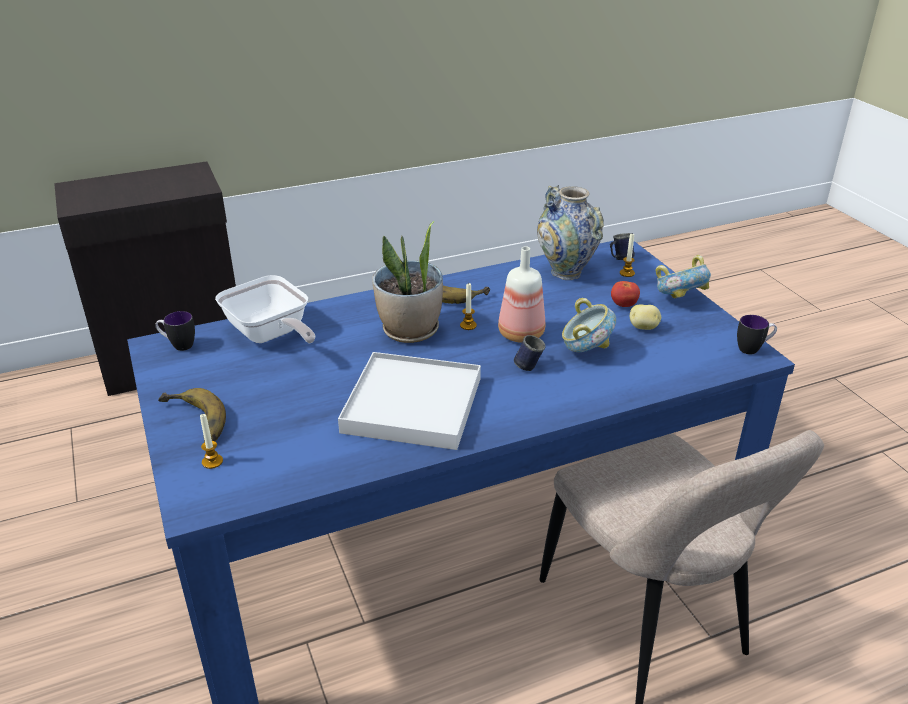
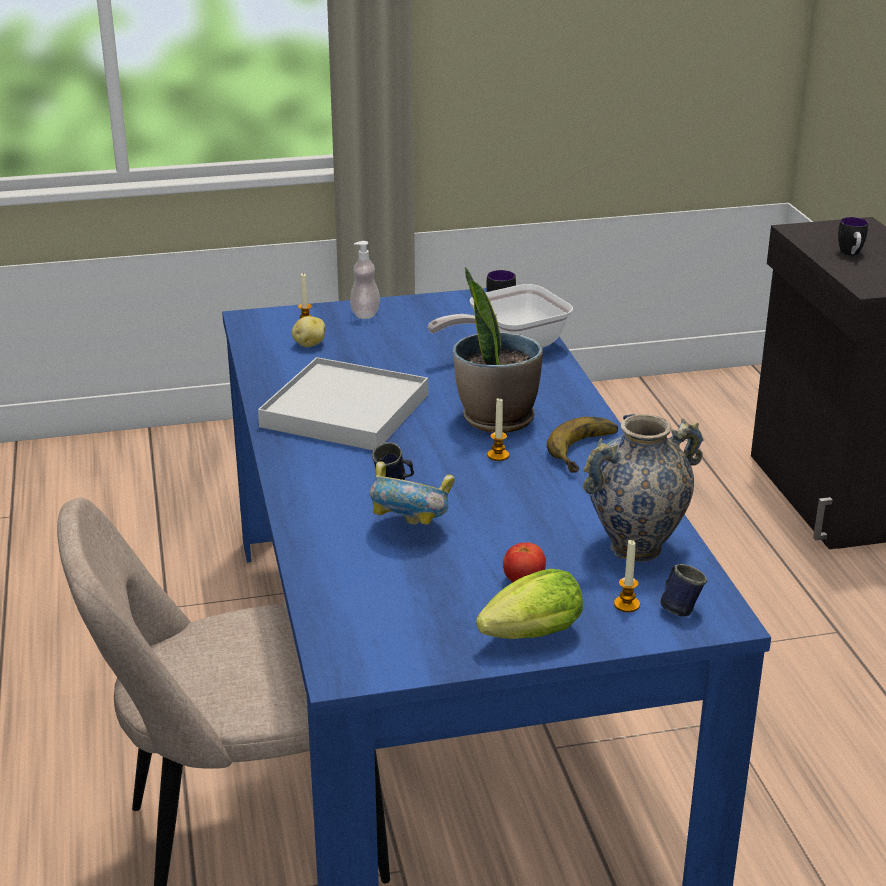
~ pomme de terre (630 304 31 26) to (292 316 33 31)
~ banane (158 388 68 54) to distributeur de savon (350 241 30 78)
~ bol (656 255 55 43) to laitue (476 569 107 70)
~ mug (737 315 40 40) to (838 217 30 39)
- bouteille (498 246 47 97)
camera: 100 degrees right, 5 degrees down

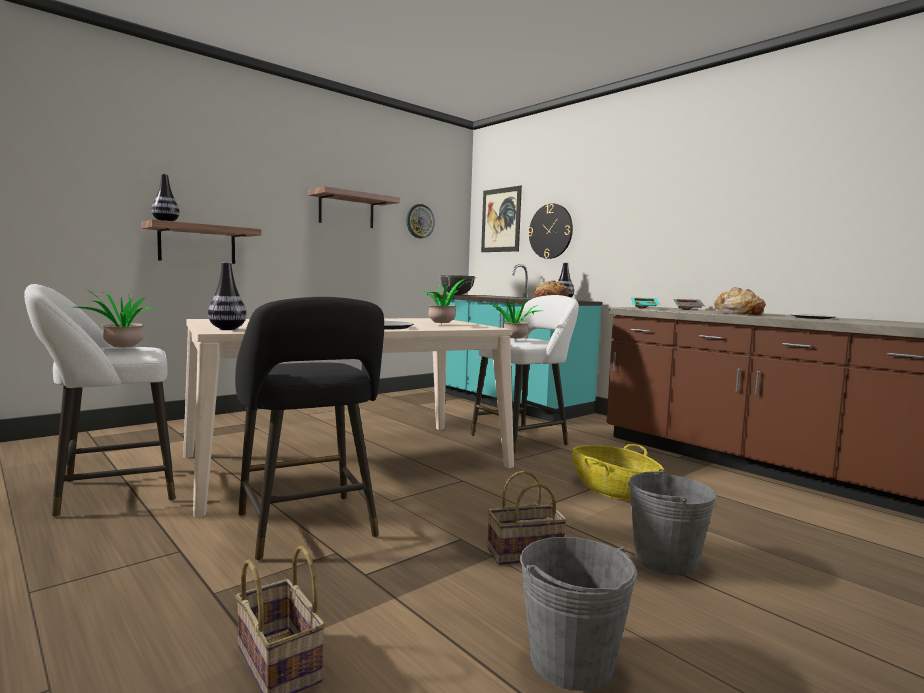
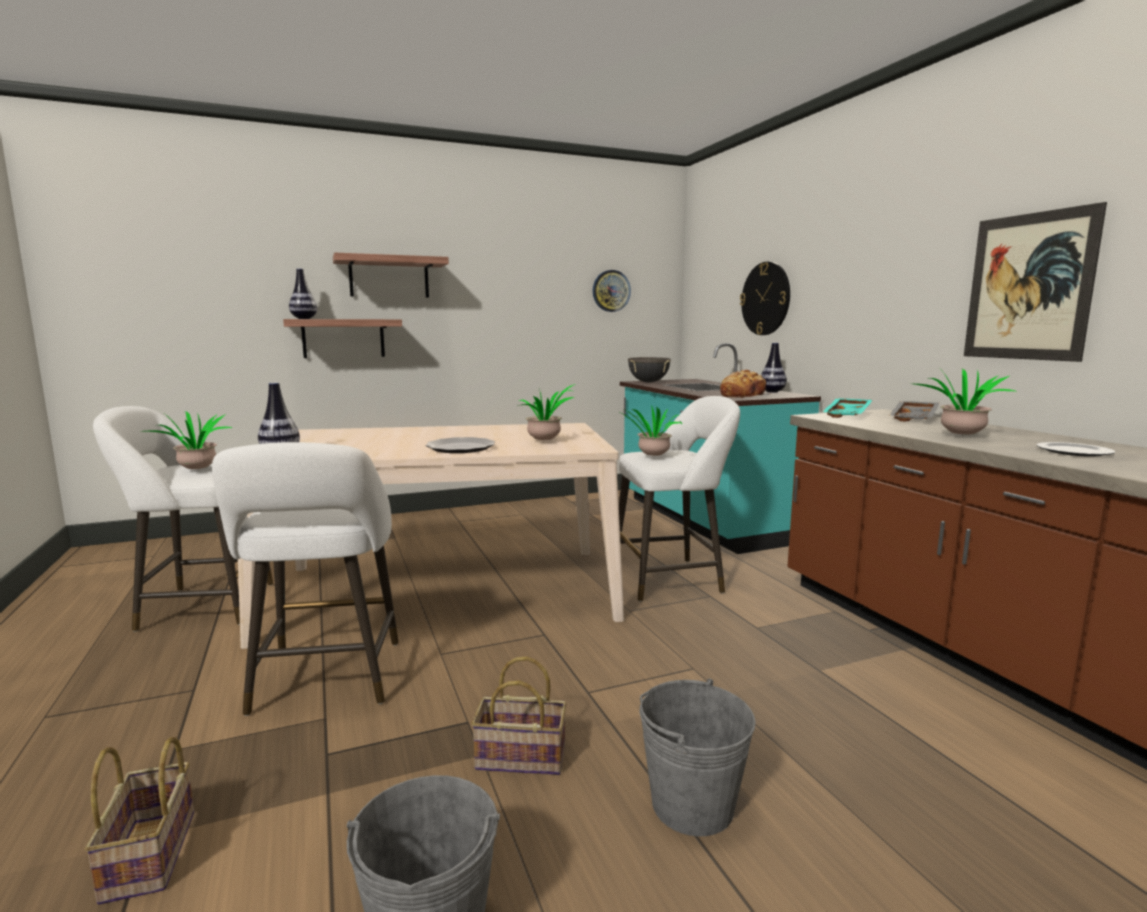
~ tabouret (noir) (235 297 149 264) to tabouret (blanc) (212 442 187 274)
~ étagère (308 186 92 42) to (333 252 116 46)
~ pain (714 287 52 28) to plante en pot (915 368 102 68)
~ tableau (481 186 41 66) to (964 202 143 160)
- panier (572 444 92 57)
camera: 20 degrees right, 5 degrees up

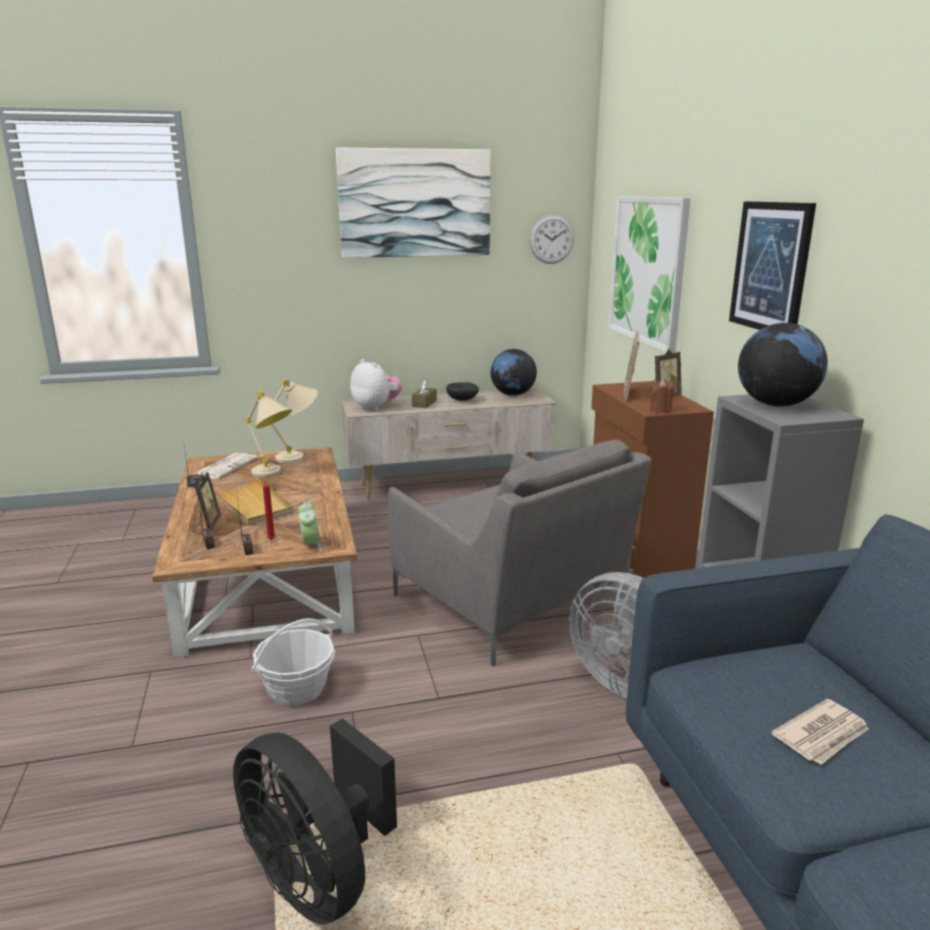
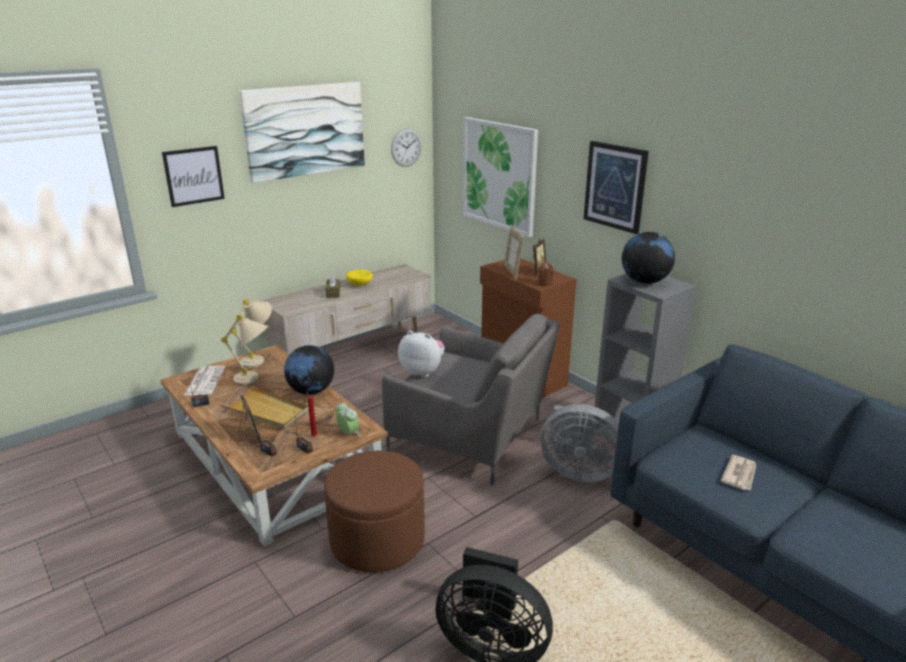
+ tableau (162 146 63 61)
~ globe (491 349 46 47) to (284 345 50 50)
~ panier (252 618 83 88) to pouf (marron) (324 451 101 121)
~ bol (noir) (446 382 33 19) to bol (jaune) (346 269 27 17)
~ peluche (350 359 52 52) to (398 330 47 48)
camera: 25 degrees left, 5 degrees up

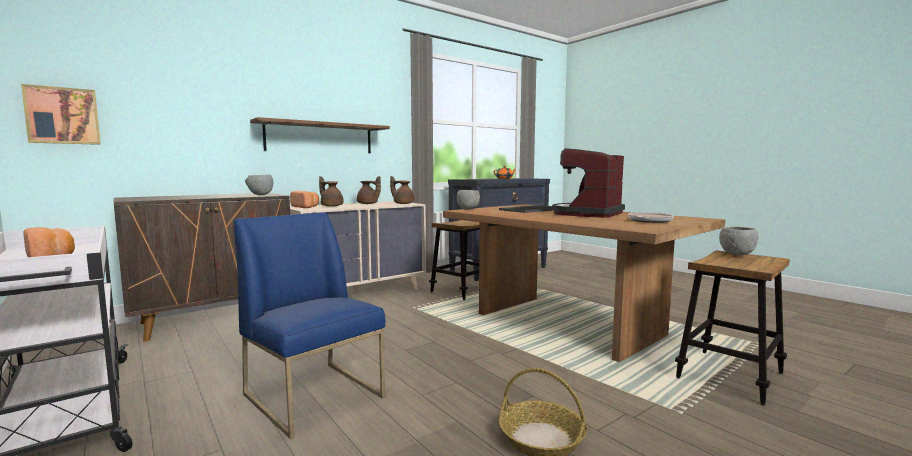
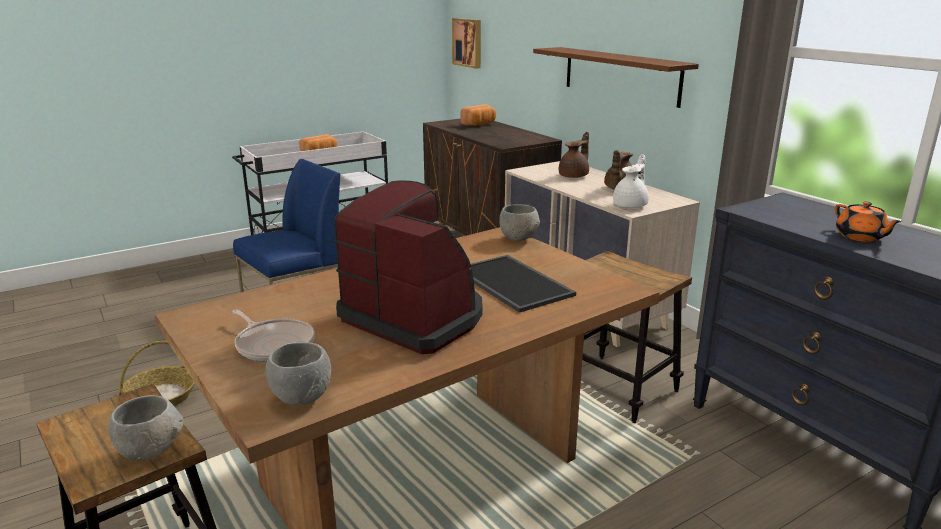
~ bol (gris) (245 175 28 20) to (265 342 66 64)
~ pain (290 191 29 17) to (460 104 36 22)
~ théière (marron) (390 176 24 28) to théière (blanc) (613 154 36 54)
camera: 95 degrees right, 15 degrees up

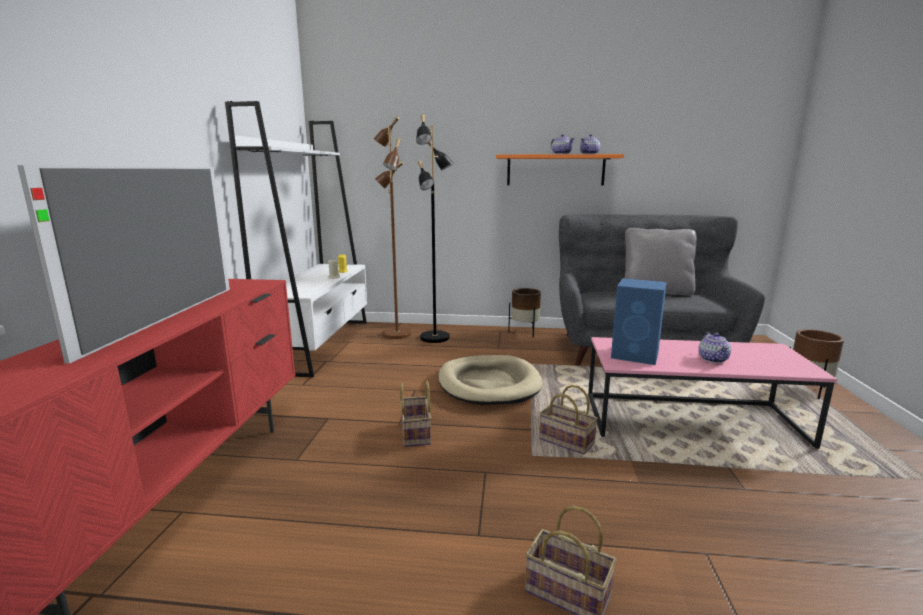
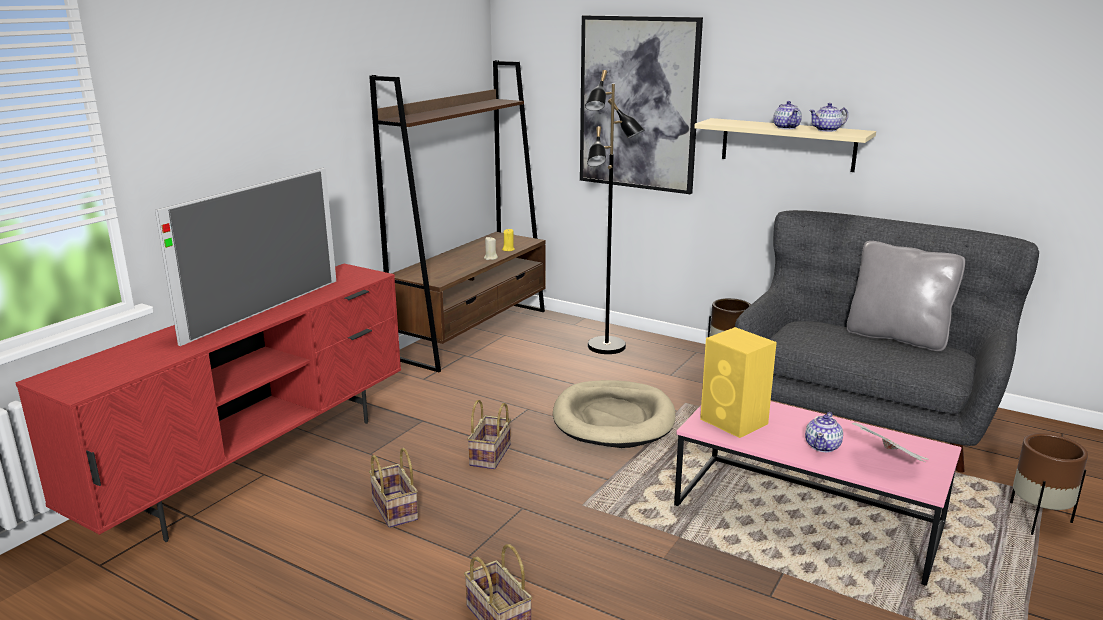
~ bibliothèque (blanc) (225 101 142 276) to bibliothèque (marron) (369 60 177 312)
~ panier (539 385 59 70) to (369 448 49 80)
+ tableau (580 15 123 179)
~ étagère (orange) (496 154 128 32) to étagère (beige) (694 118 182 54)
~ enceinte (bleu) (611 278 56 87) to enceinte (jaune) (700 327 77 111)
+ journal (852 423 77 39)
- lampadaire (marron) (374 116 38 223)
camera: 25 degrees right, 5 degrees up

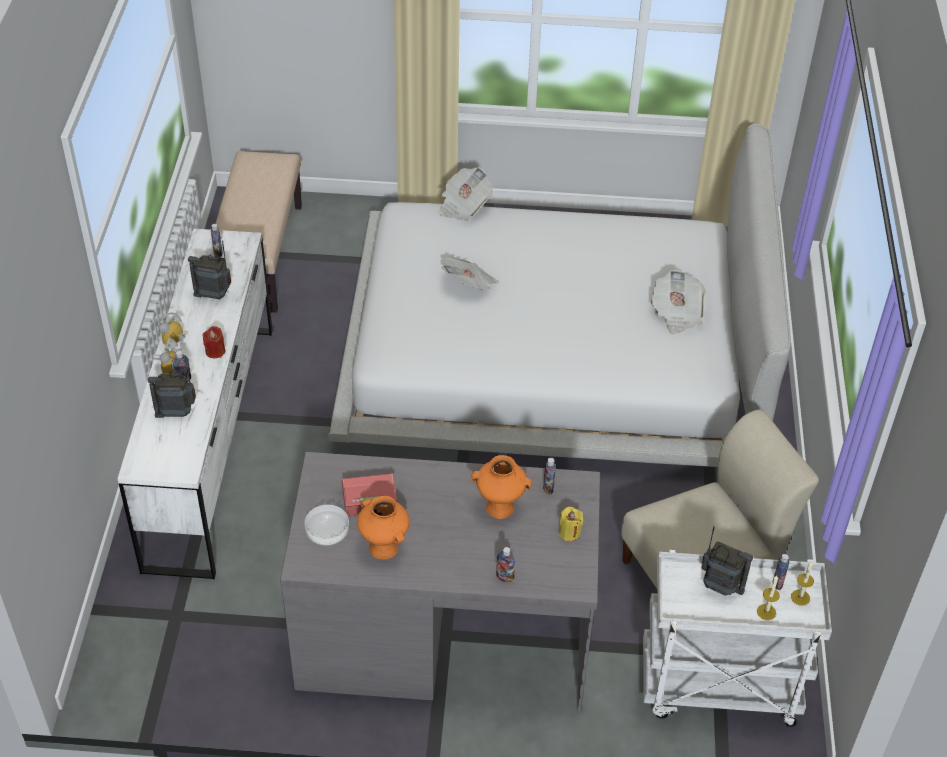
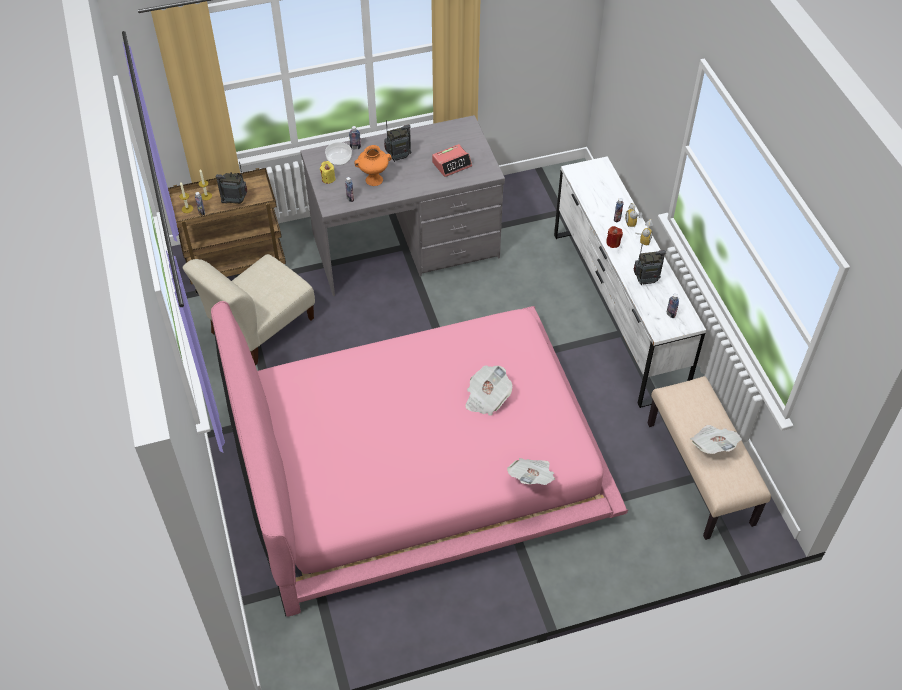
~ chariot (blanc) (643 550 189 177) to chariot (marron) (168 168 118 126)
~ lit (blanc) (328 124 463 343) to lit (rose) (211 301 417 316)
~ bol (305 505 44 41) to (325 142 27 24)
~ radio (148 355 48 63) to (384 120 27 42)
~ journal (651 269 55 65) to (690 425 52 29)
- vase (orange) (357 495 52 65)
camera: 160 degrees right, 5 degrees up

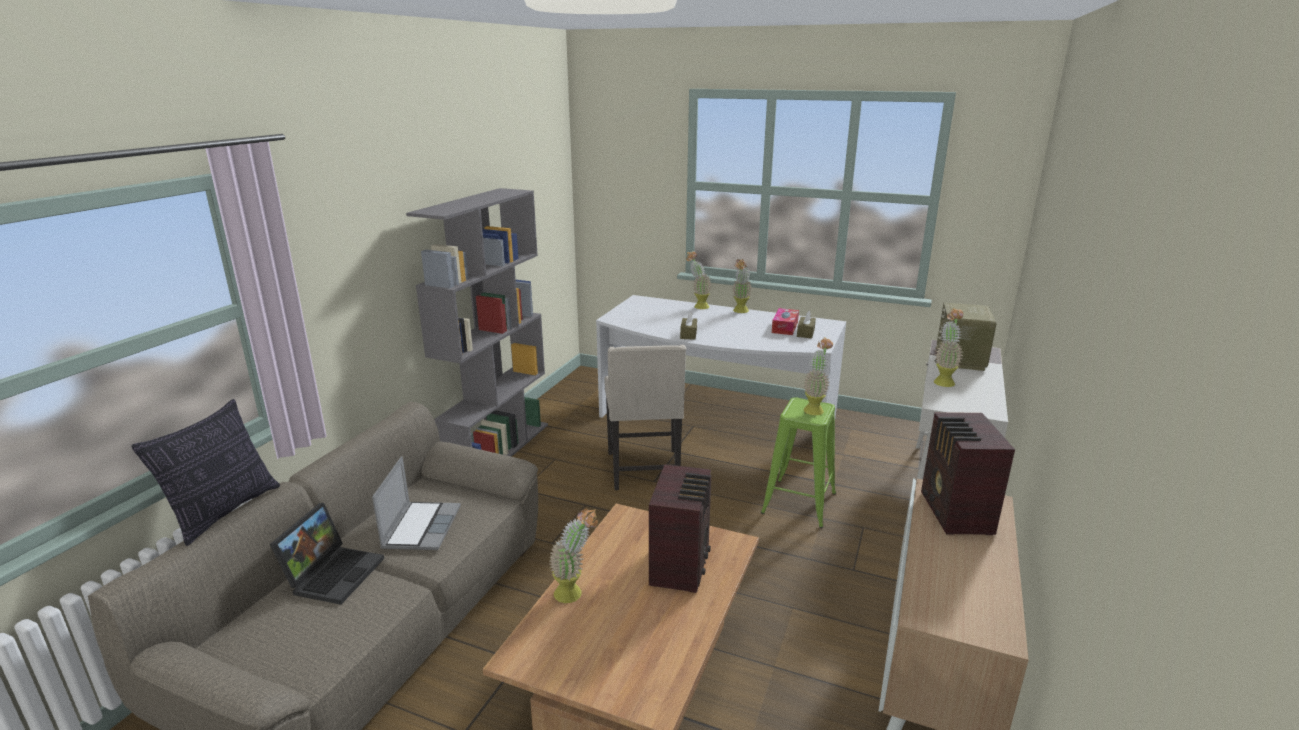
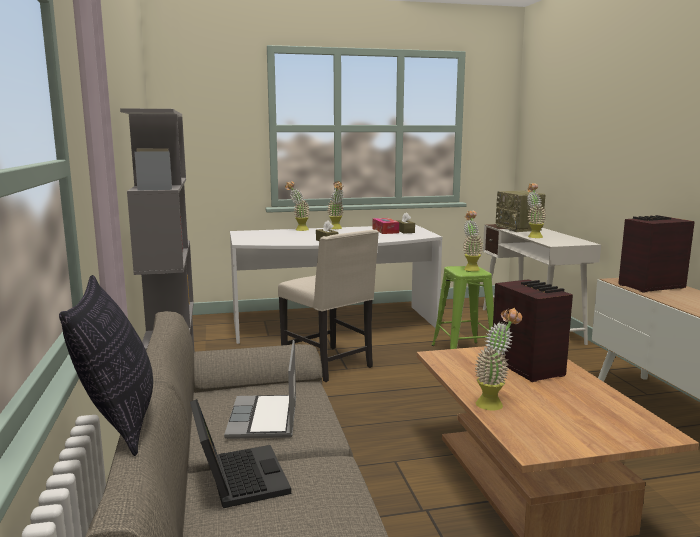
~ ordinateur portable (372 456 89 94) = (224 340 72 99) 150 degrees counterclockwise
~ radio (921 412 94 123) = (618 215 77 78) 105 degrees clockwise
camera: 35 degrees left, 10 degrees down

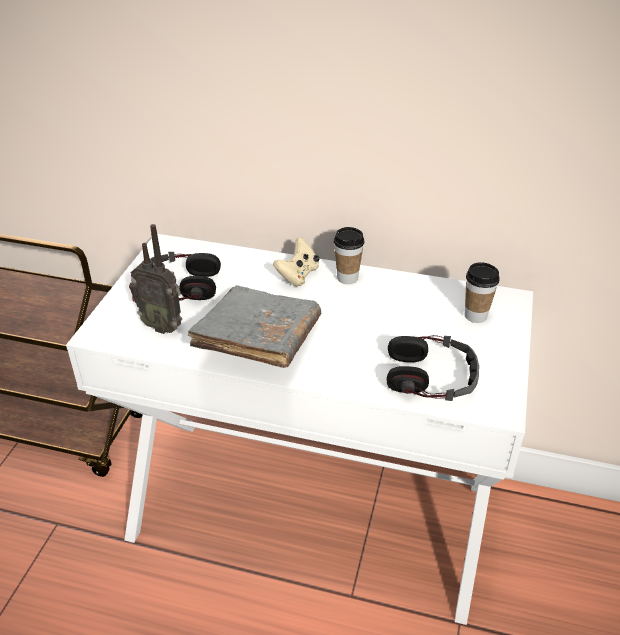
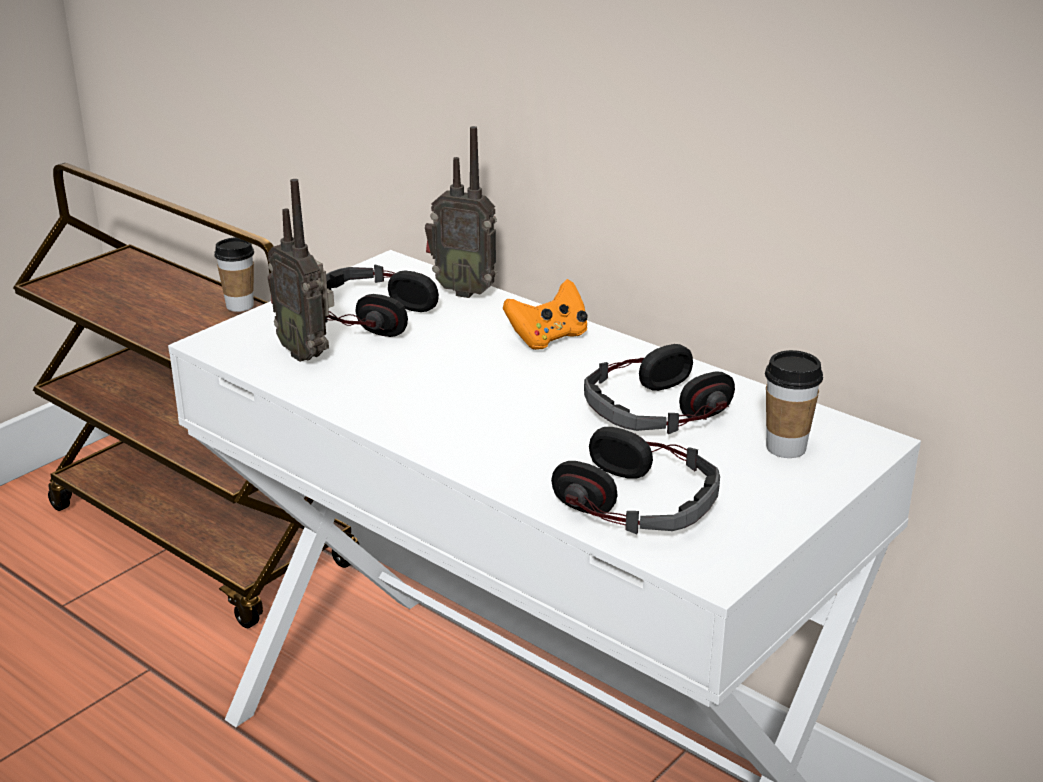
~ tasse (334 227 31 57) to (215 237 39 75)
+ radio (425 126 72 172)
~ manette (beige) (273 237 47 49) to manette (orange) (503 279 85 71)
+ casque audio (584 344 151 90)
- livre (gris) (188 285 133 83)
camera: 25 degrees right, 10 degrees down

